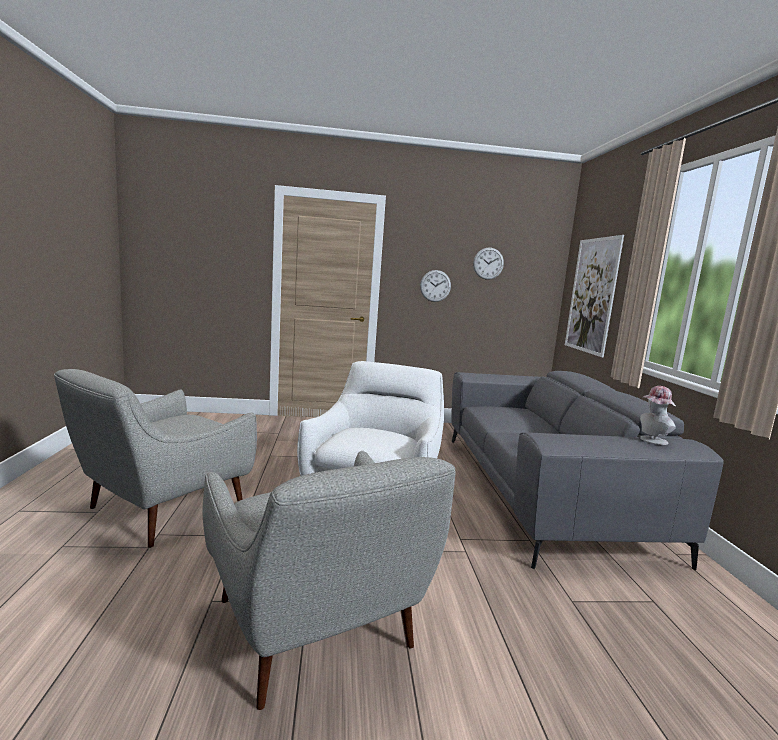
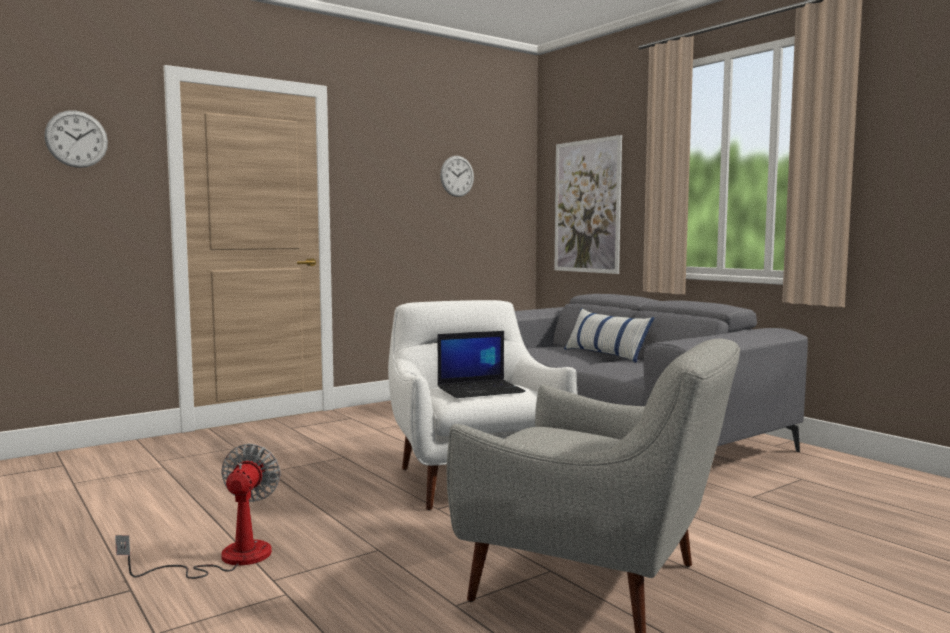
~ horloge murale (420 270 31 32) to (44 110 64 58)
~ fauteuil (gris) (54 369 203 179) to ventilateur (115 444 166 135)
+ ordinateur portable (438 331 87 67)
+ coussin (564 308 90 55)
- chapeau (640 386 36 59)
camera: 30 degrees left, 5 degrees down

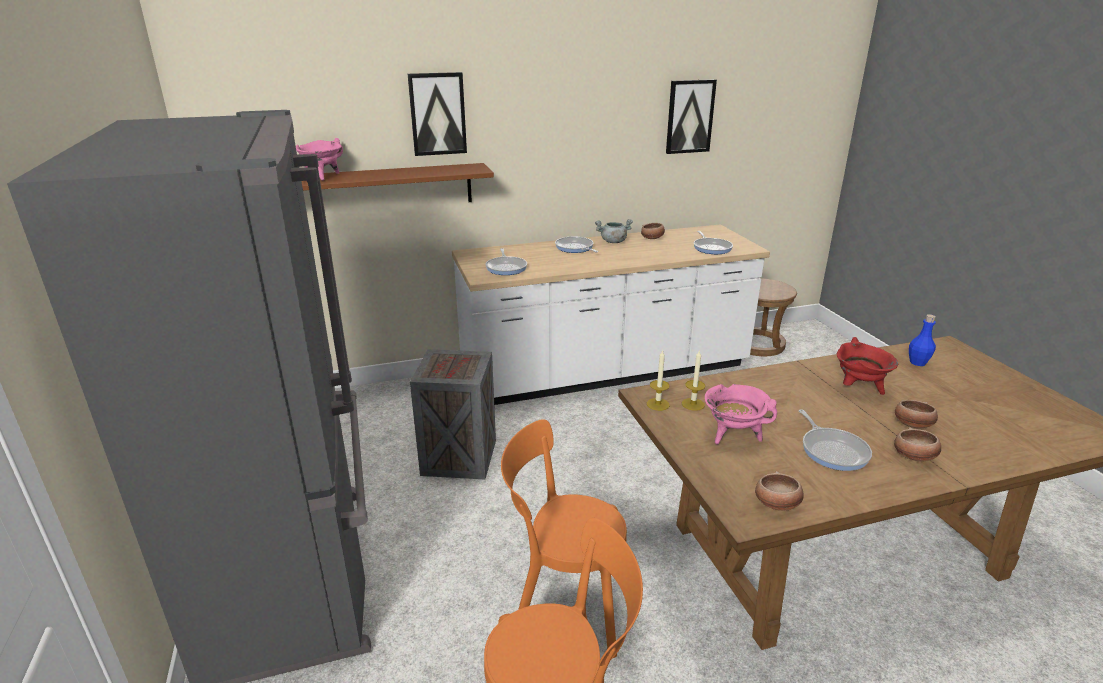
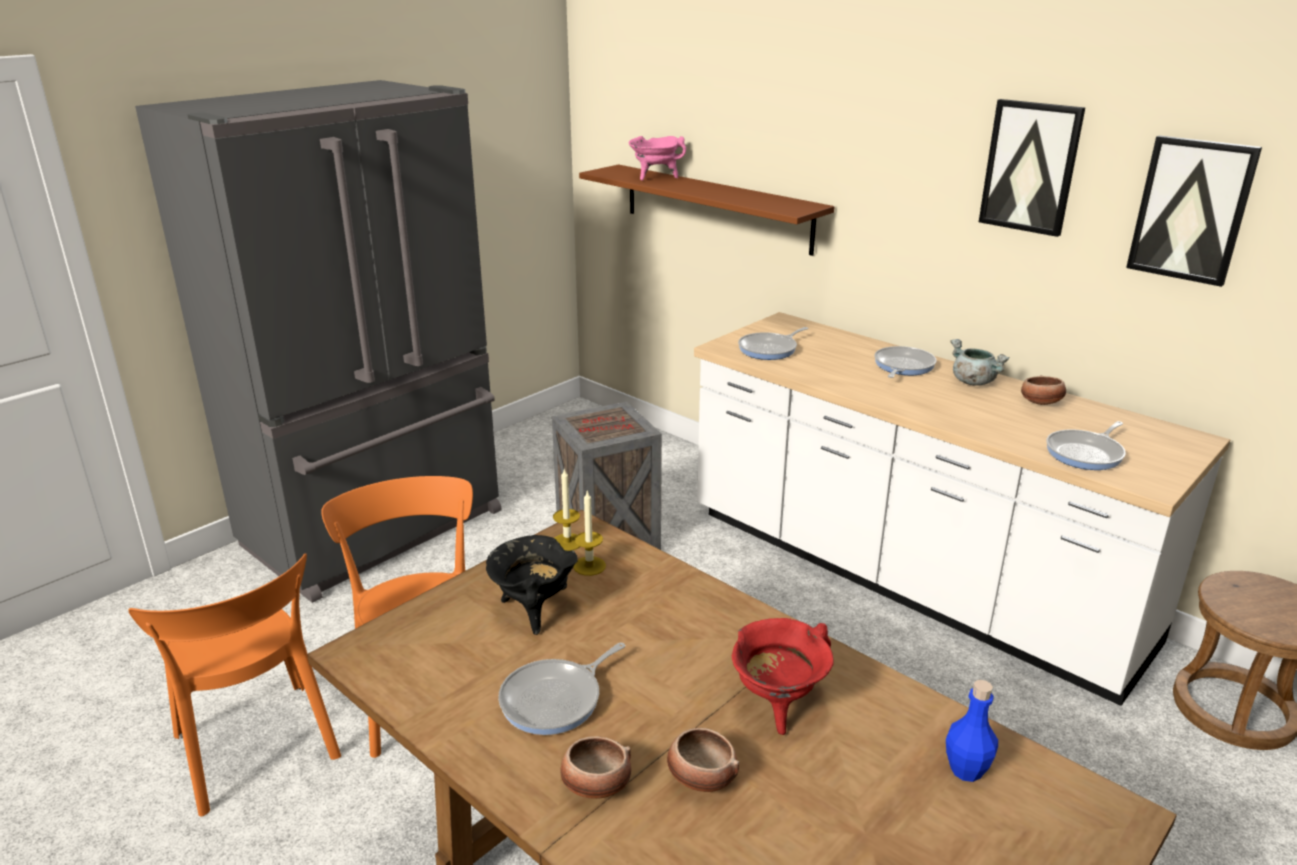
~ marmite (rose) (705 384 72 61) to marmite (noir) (486 535 92 100)
~ tableau (408 72 59 84) to (979 99 106 138)
- bol (755 471 49 40)
camera: 60 degrees right, 0 degrees up

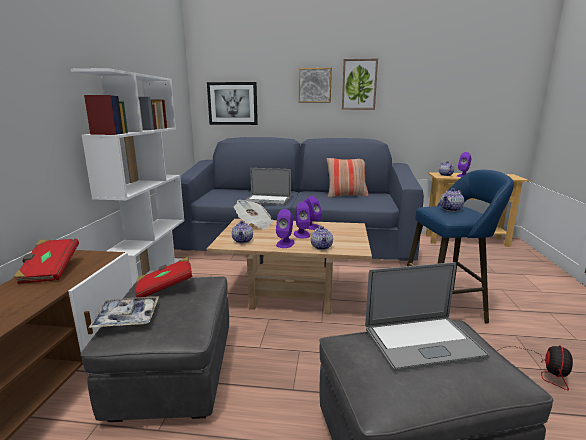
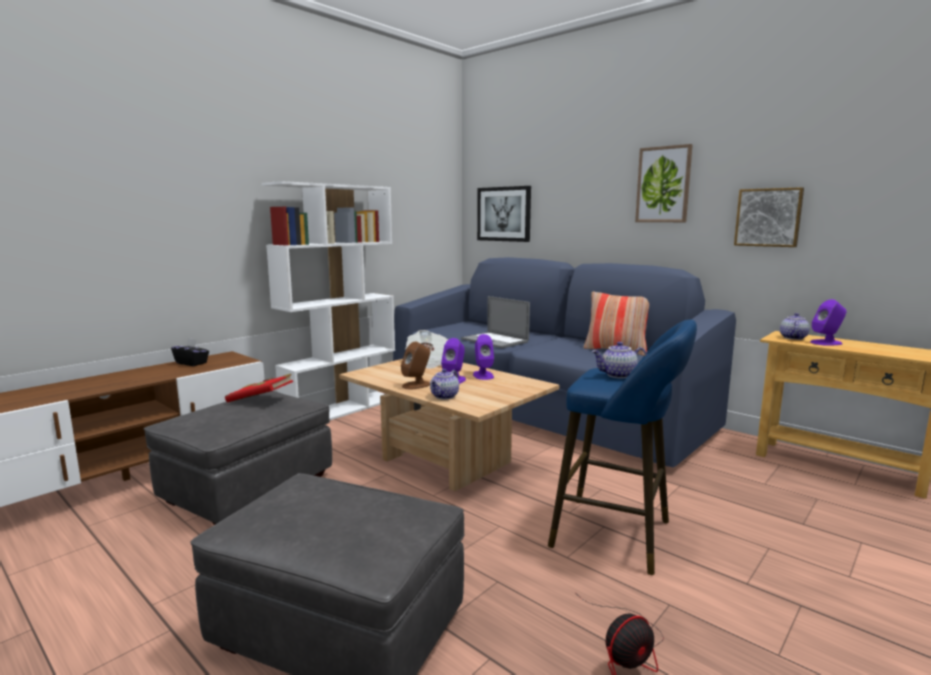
~ livre (rouge) (13 239 66 45) to boîte à mouchoirs (noir) (171 338 38 28)
~ enceinte (violet) (276 209 19 39) to enceinte (marron) (401 341 29 49)
~ tableau (299 68 33 35) to (734 187 70 60)
- plateau (89 296 70 32)
- théière (232 221 21 22)
- ordinateur portable (365 262 125 110)
camera: 35 degrees right, 5 degrees down

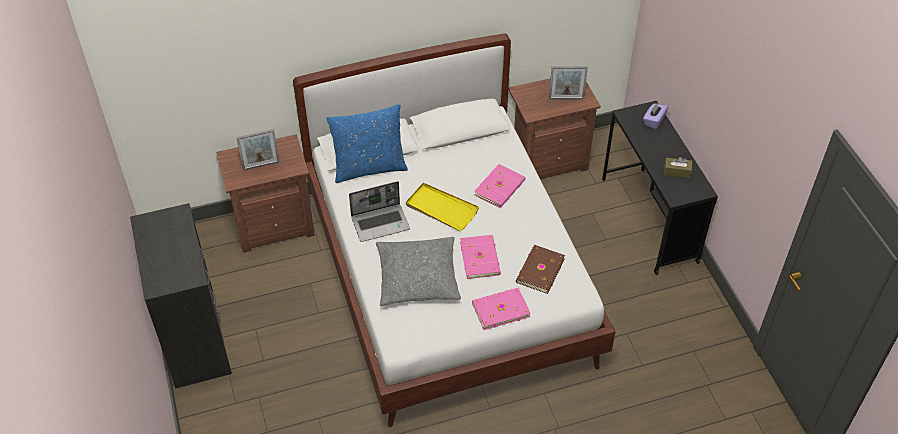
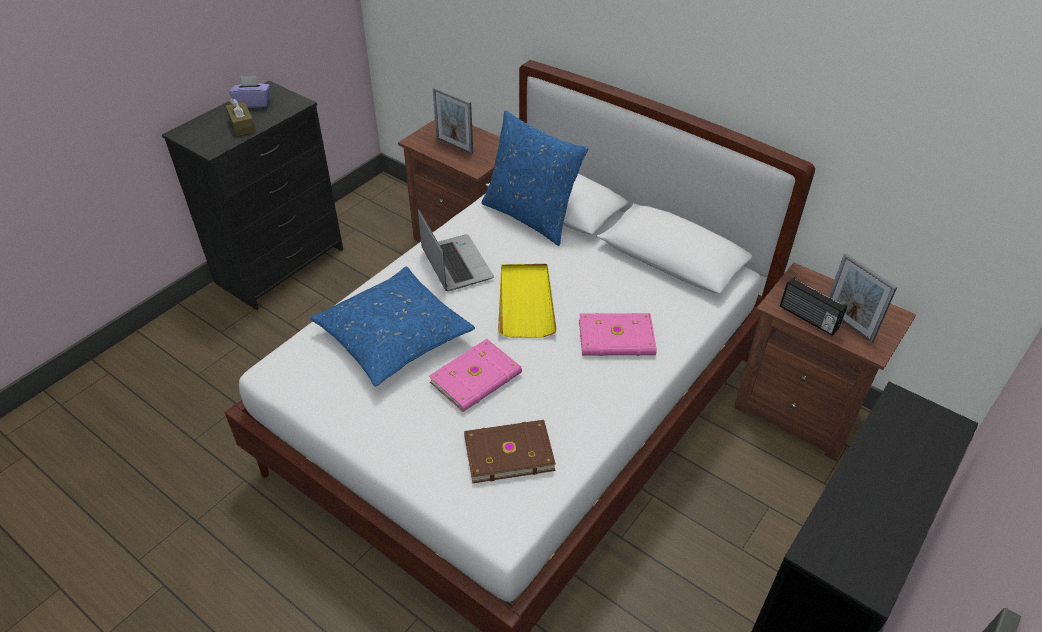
~ boîte à mouchoirs (marron) (664 157 28 21) to (226 98 30 38)
~ boîte à mouchoirs (violet) (643 103 25 26) to (229 76 41 32)
~ coussin (gris) (376 237 85 69) to coussin (bleu) (310 266 165 121)
~ ordinateur portable (349 181 61 61) = (418 209 76 83) 150 degrees counterclockwise
+ radio (780 277 67 59)
- livre (rose) (472 288 59 42)
camera: 55 degrees right, 5 degrees down

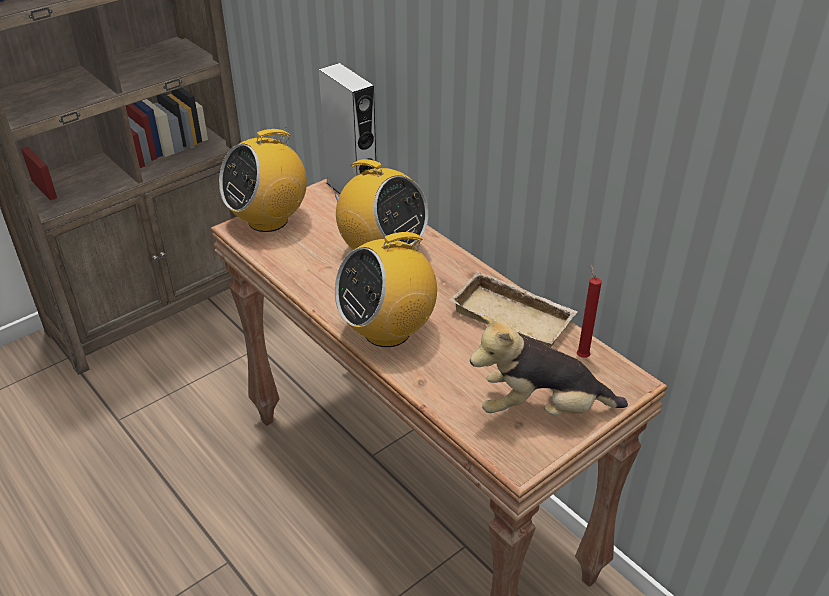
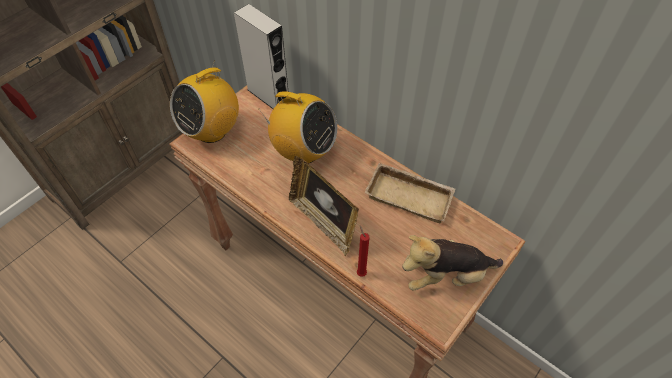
~ radio (335 226 102 121) to cadre photo (289 156 70 100)
~ bougie (rouge) (577 265 25 93) to (357 225 13 52)
camera: 10 degrees left, 15 degrees up

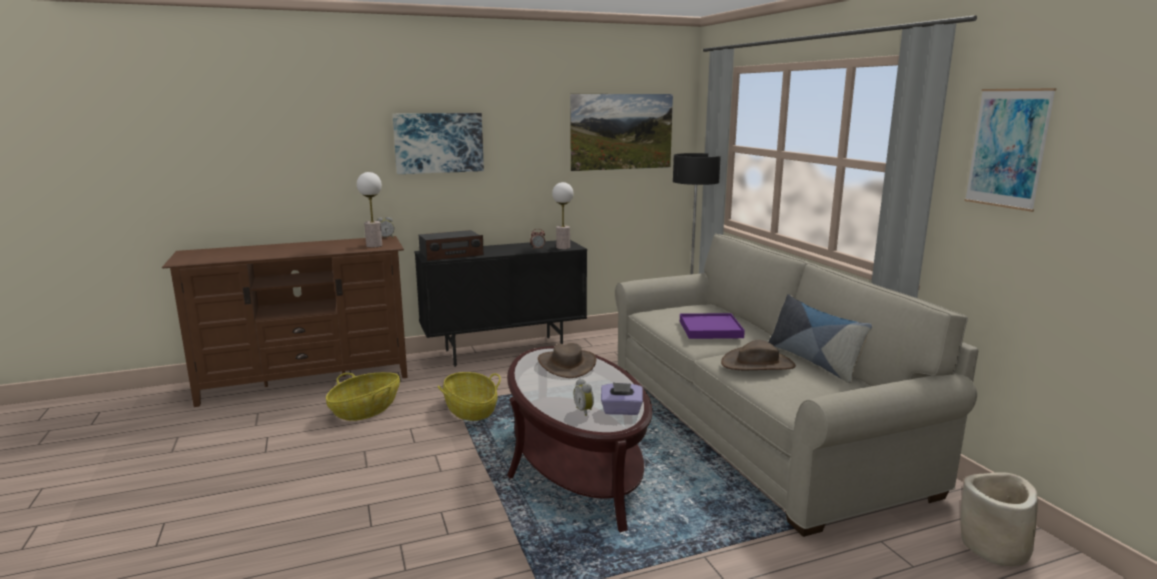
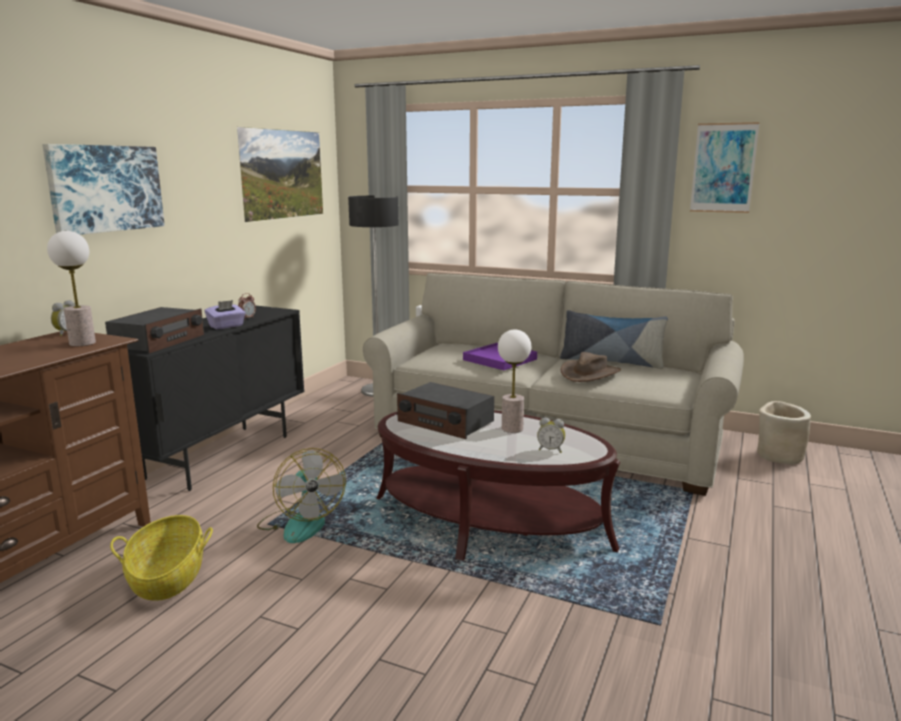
~ boîte à mouchoirs (violet) (601 382 42 33) to (205 300 41 29)
~ panier (437 372 64 49) to ventilateur (257 448 89 95)
~ chapeau (marron) (538 343 58 35) to radio (397 382 97 57)
~ lampe de table (552 182 22 67) to (498 330 33 103)
camera: 45 degrees left, 0 degrees up

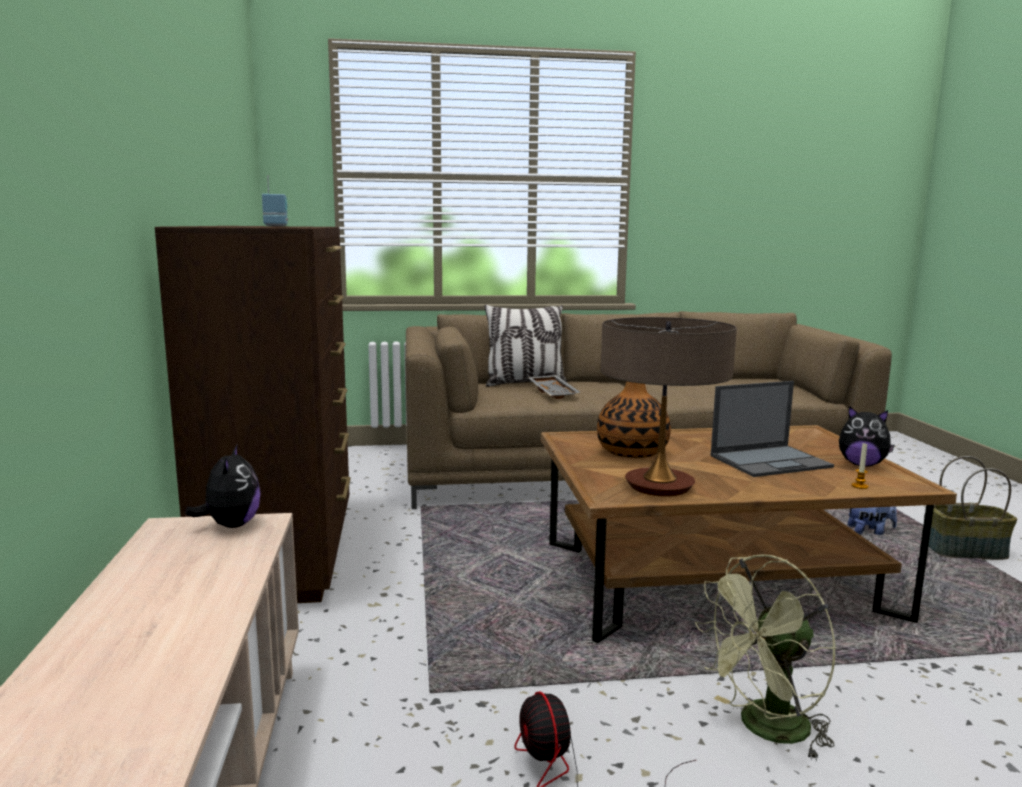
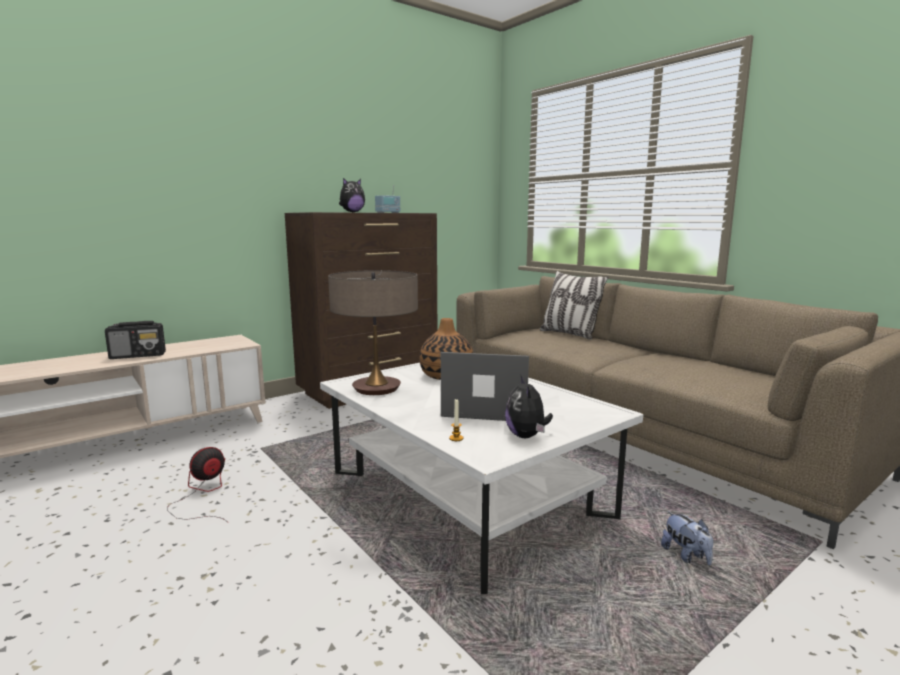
+ radio (105 321 61 38)
~ table basse (marron) (541 425 416 218) to table basse (blanc) (320 363 323 231)
~ peluche (185 444 76 84) to (339 178 26 34)
~ ordinateur portable (711 381 123 96) = (441 352 88 69) 150 degrees clockwise
- plateau (gris) (528 375 52 24)
- ventilateur (vert) (695 554 141 207)
- panier (928 456 89 104)
camera: 60 degrees right, 0 degrees up

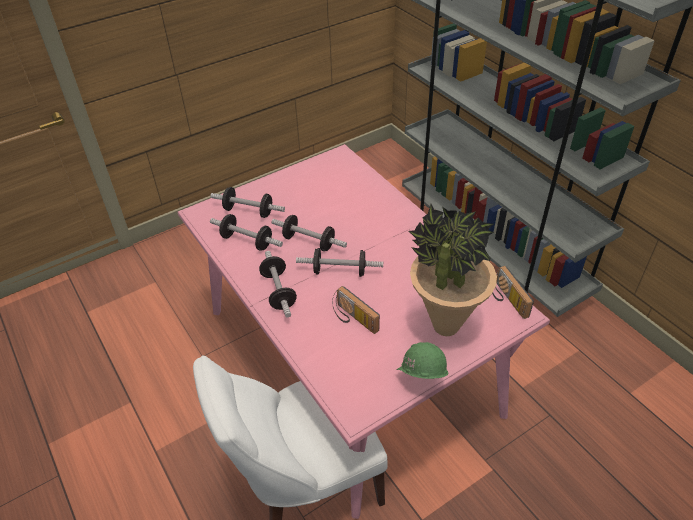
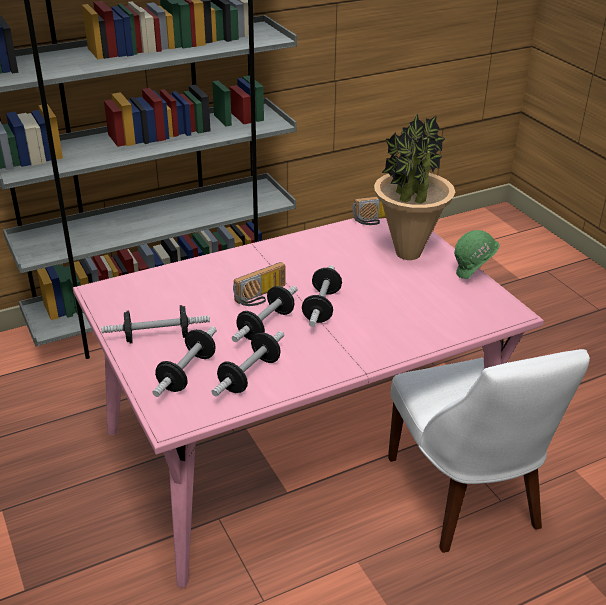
~ haltère (259 251 38 66) to (101 305 109 38)
~ radio (332 286 48 48) to (233 262 52 44)
camera: 85 degrees left, 10 degrees down

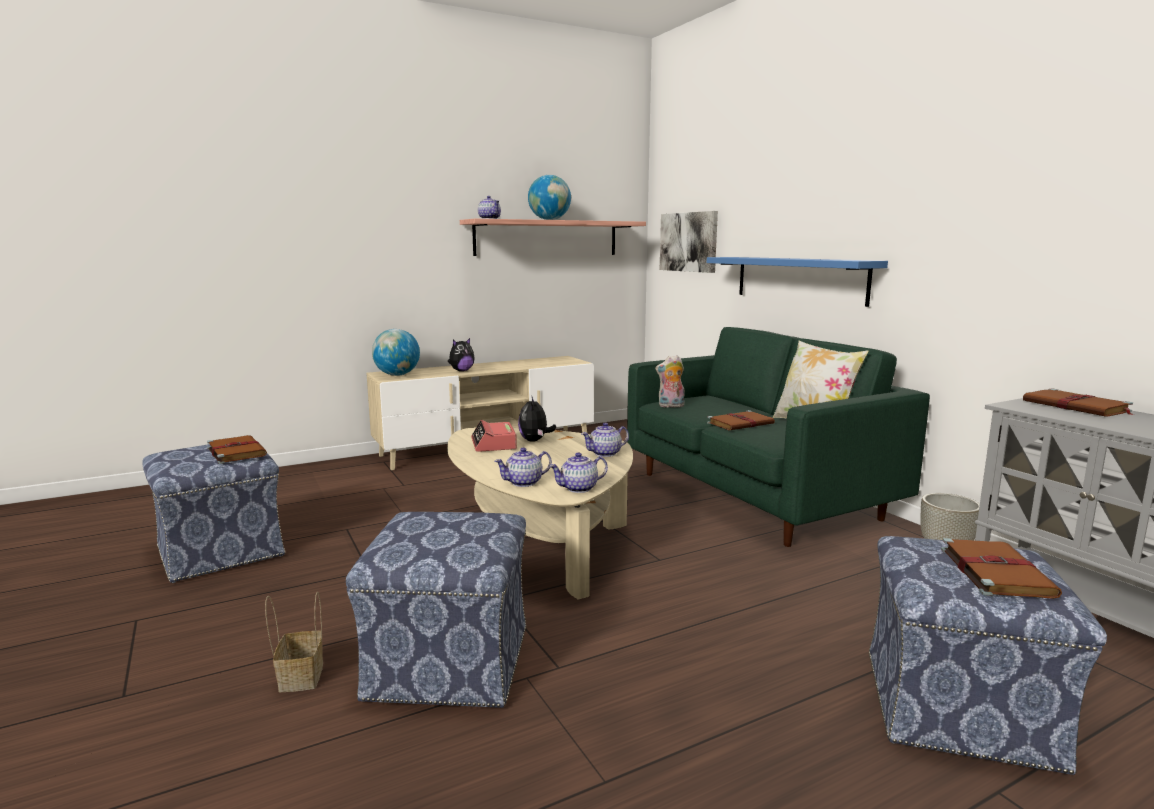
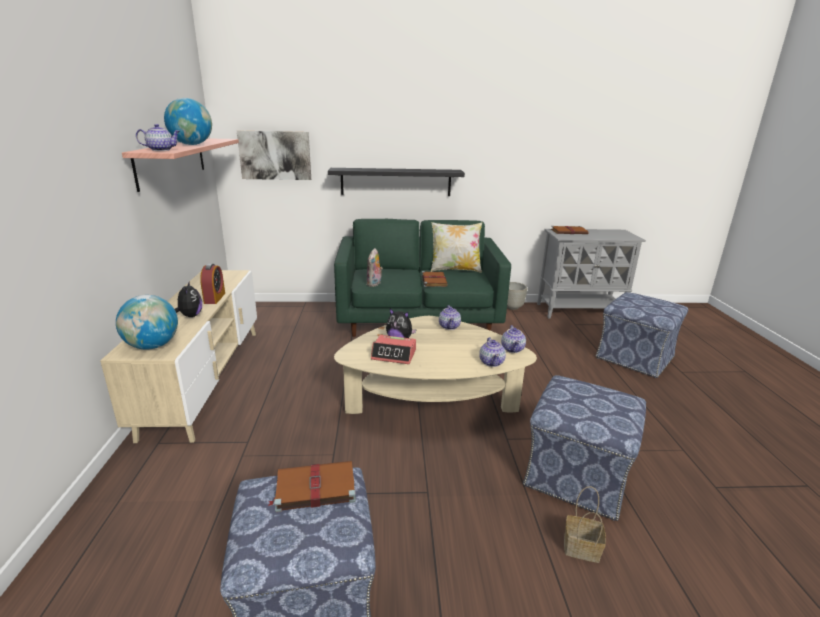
+ réveil (200 264 25 40)
~ étagère (bleu) (707 257 181 50) to étagère (noir) (328 168 137 28)
- livre (marron) (941 538 121 61)
camera: 65 degrees left, 10 degrees up

